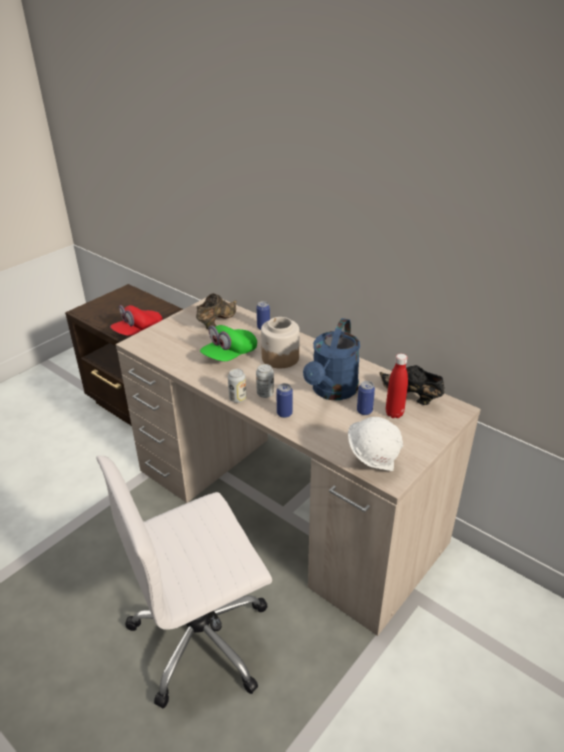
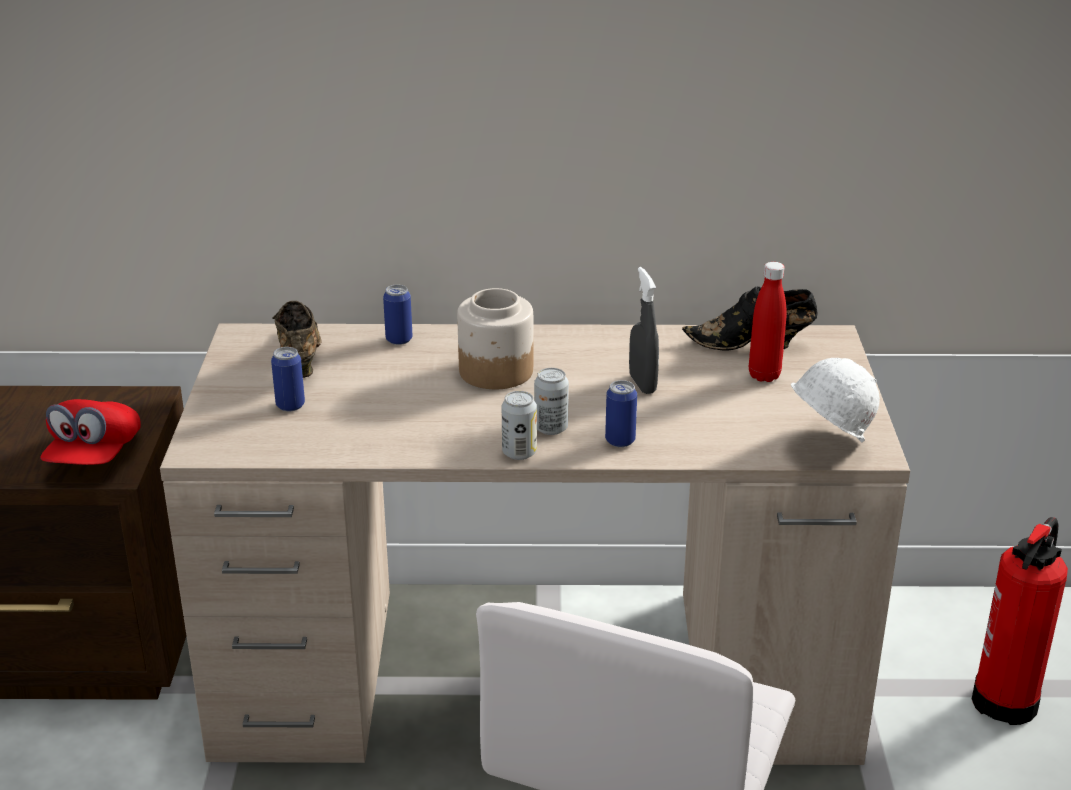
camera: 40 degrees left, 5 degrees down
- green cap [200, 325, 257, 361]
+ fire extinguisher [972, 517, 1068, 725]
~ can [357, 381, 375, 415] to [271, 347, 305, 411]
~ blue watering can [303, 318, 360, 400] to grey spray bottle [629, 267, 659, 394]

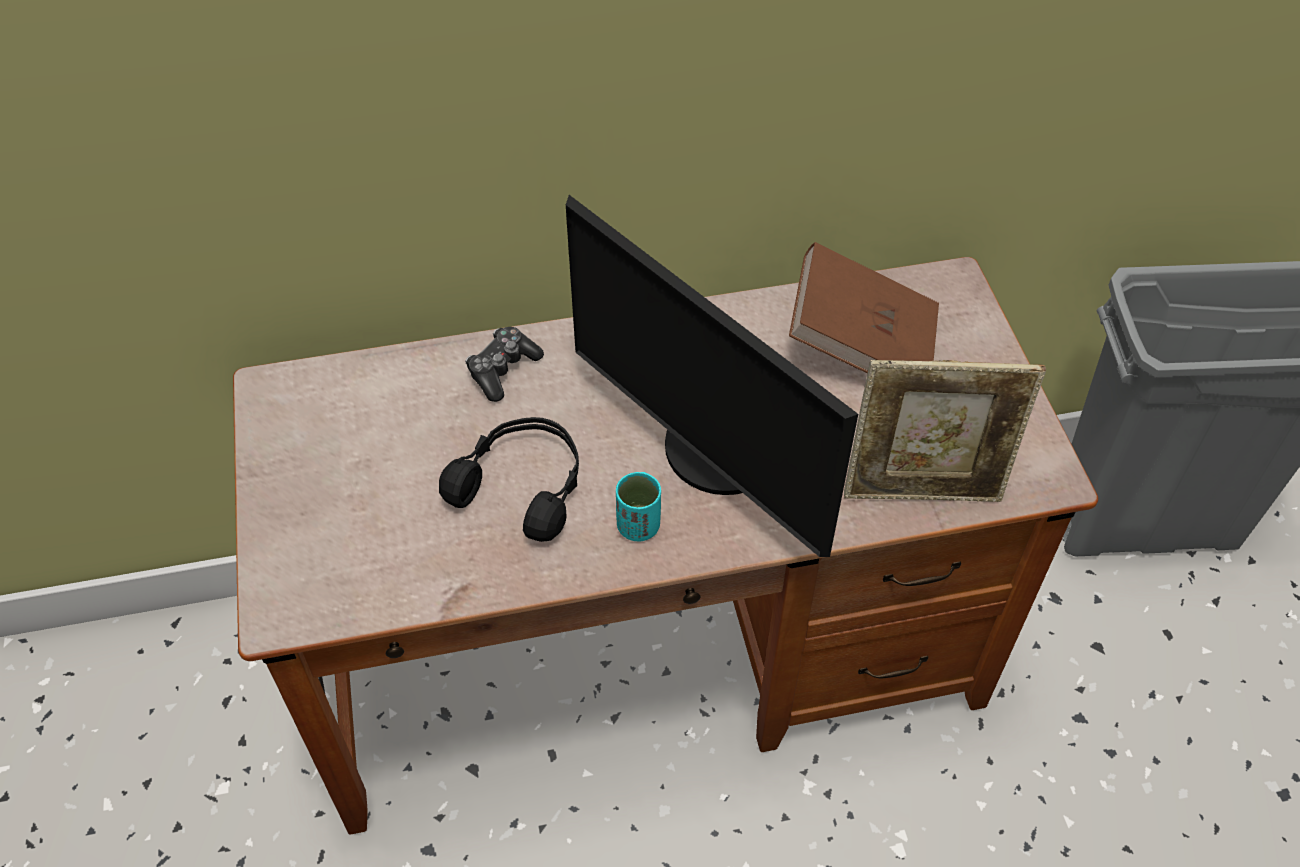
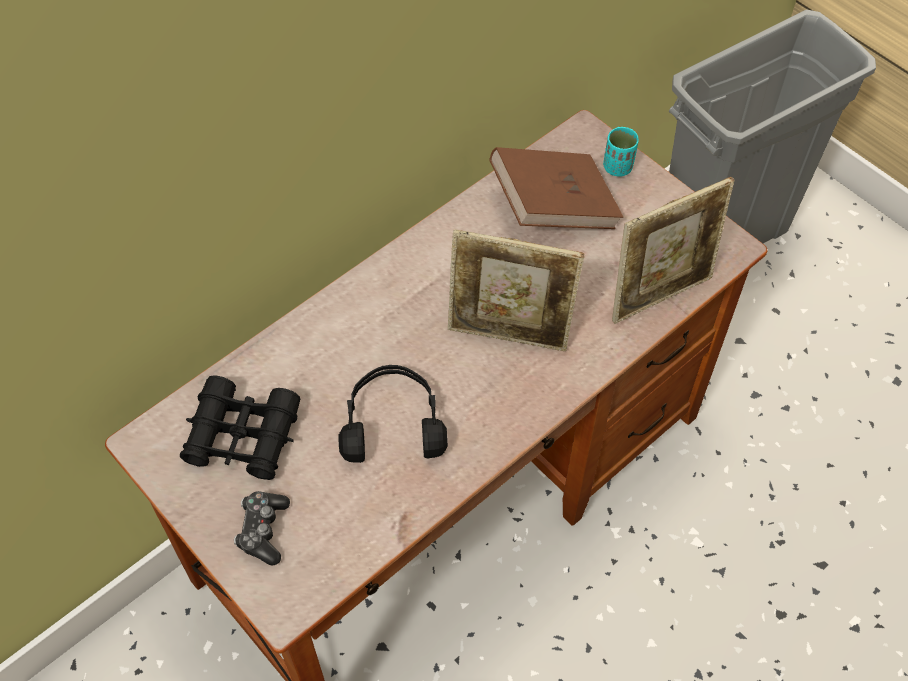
camera: 30 degrees left, 5 degrees up
+ black binoculars [180, 375, 300, 480]
~ game controller [465, 327, 544, 402] to [234, 491, 290, 566]
~ turquoise cup [616, 472, 661, 541] to [603, 127, 639, 177]
~ monitor [566, 195, 858, 557] to picture frame [448, 229, 584, 351]

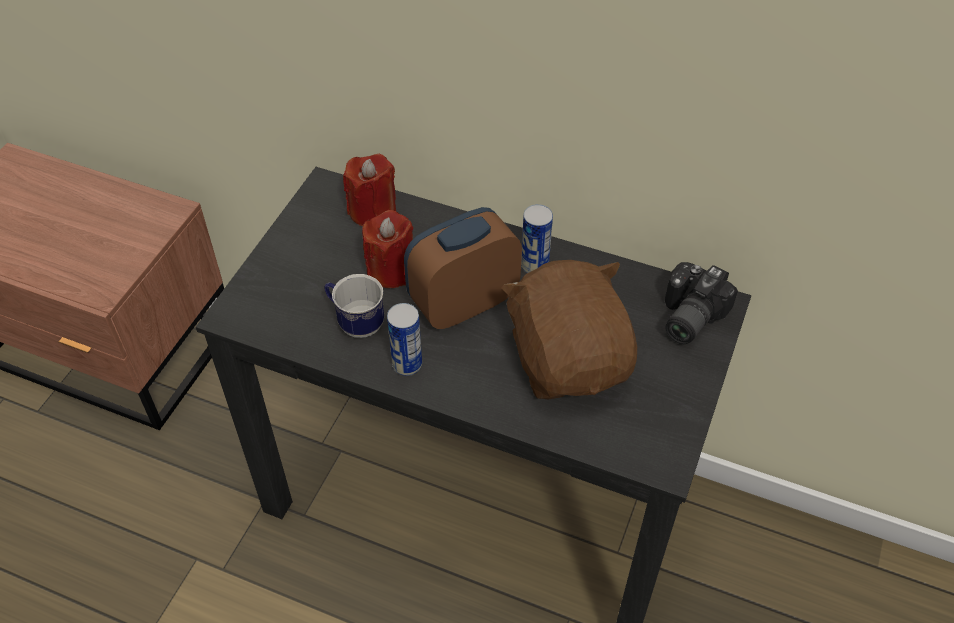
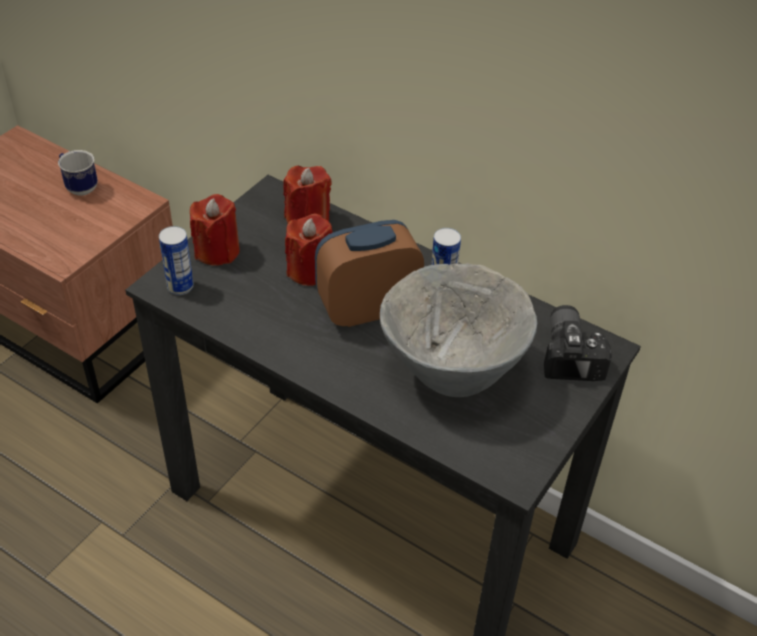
camera: 10 degrees right, 5 degrees down
+ red candle [190, 194, 240, 266]
~ mug [324, 274, 384, 338] to [58, 150, 98, 196]
~ can [387, 303, 422, 376] to [159, 226, 194, 295]
~ brown plush toy [502, 260, 637, 399] to grey bowl [380, 263, 537, 397]
~ photo camera [665, 262, 738, 344] = [544, 305, 612, 381] 135 degrees clockwise

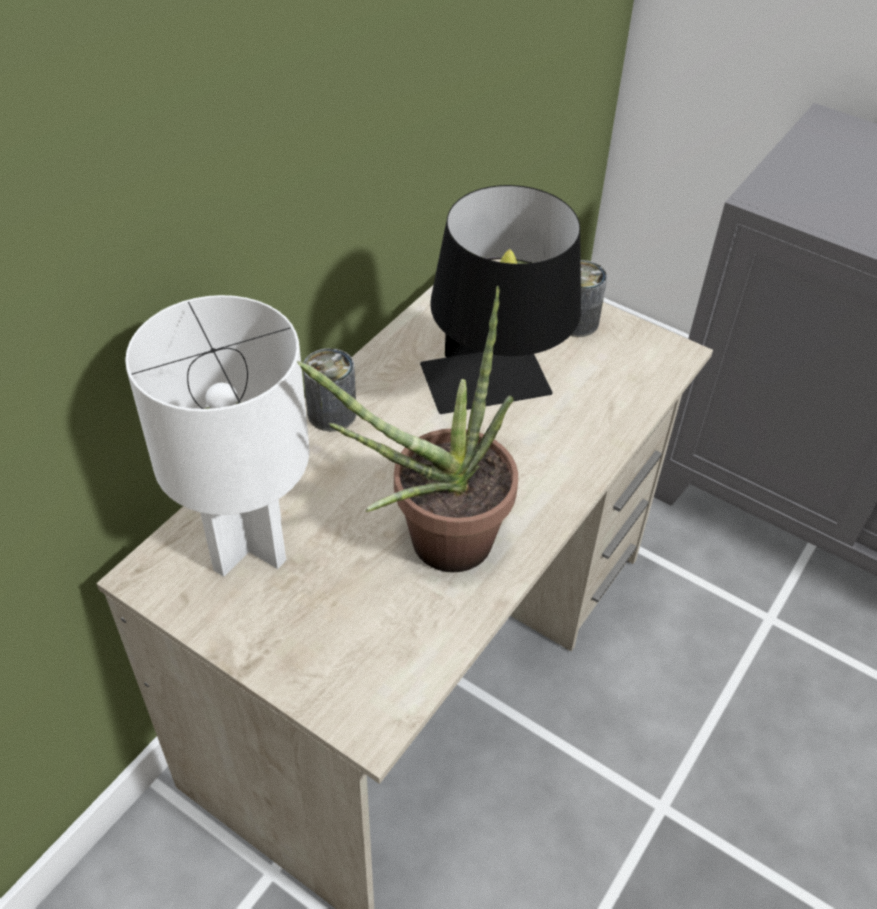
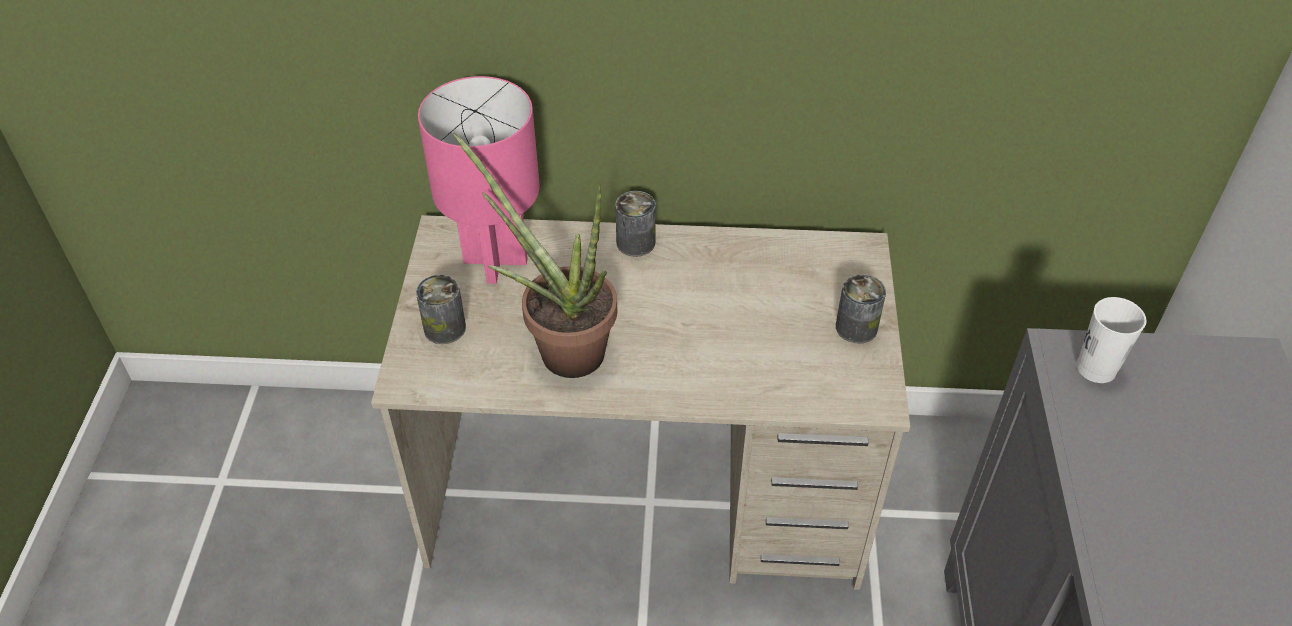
camera: 60 degrees right, 0 degrees up
- black table lamp [420, 185, 581, 414]
+ can [416, 275, 466, 344]
+ white cup [1077, 297, 1147, 383]
~ white table lamp [125, 295, 310, 577] to pink table lamp [418, 76, 539, 284]

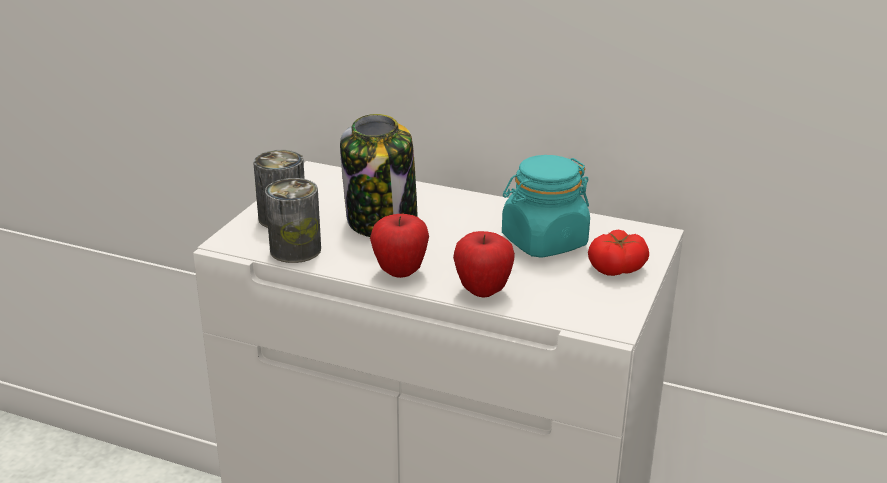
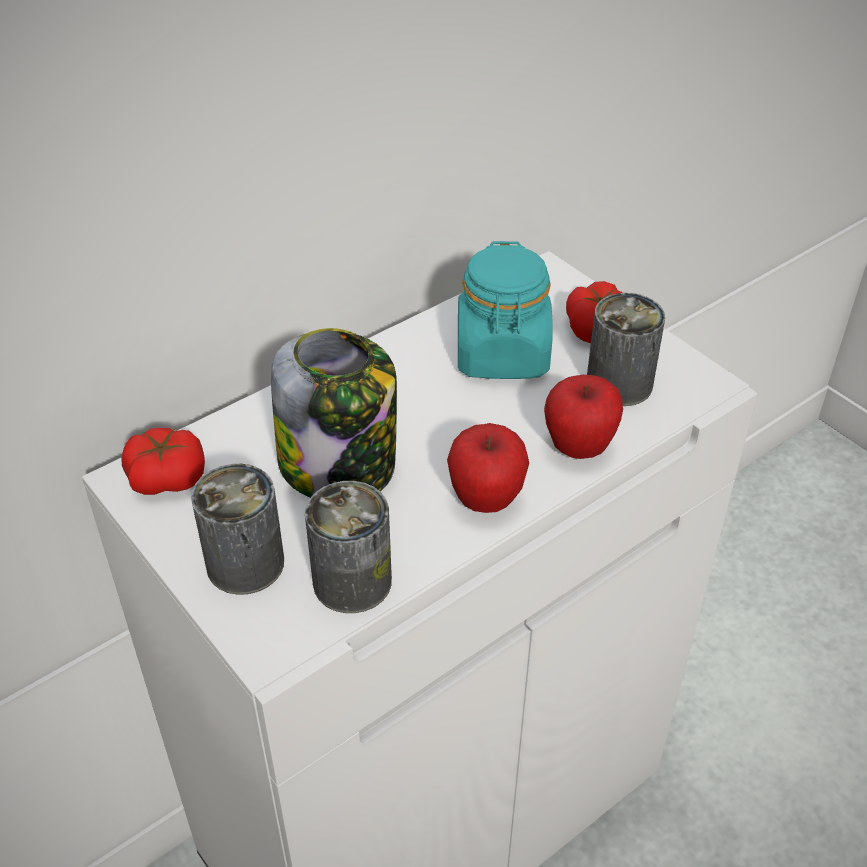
camera: 60 degrees left, 15 degrees up
+ tomato [121, 428, 205, 495]
+ can [587, 293, 665, 406]

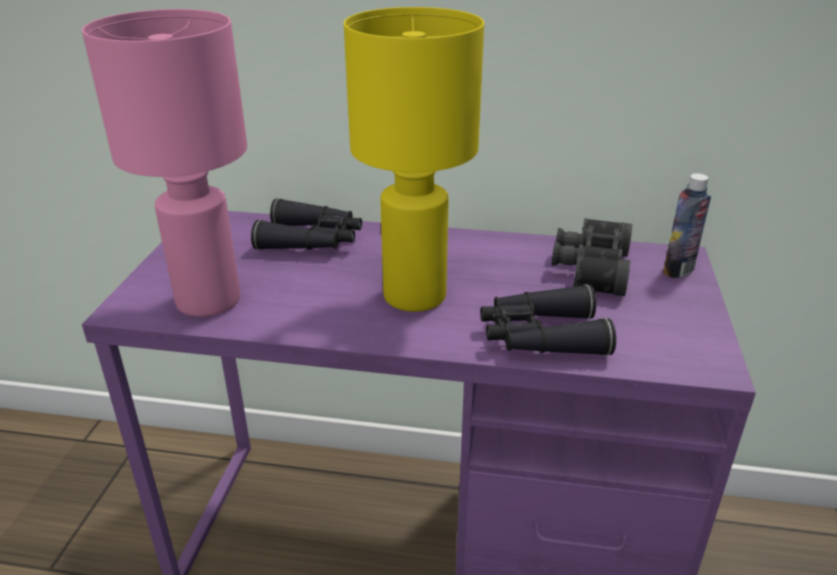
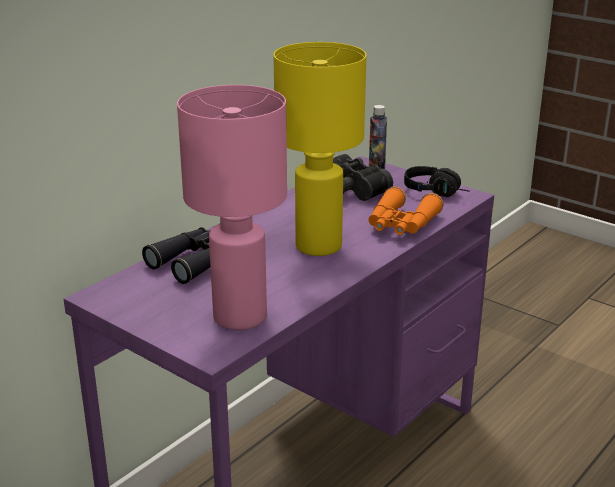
camera: 60 degrees left, 5 degrees down
+ black headphones [404, 166, 470, 197]
~ black binoculars [480, 284, 616, 356] to orange binoculars [368, 186, 444, 235]

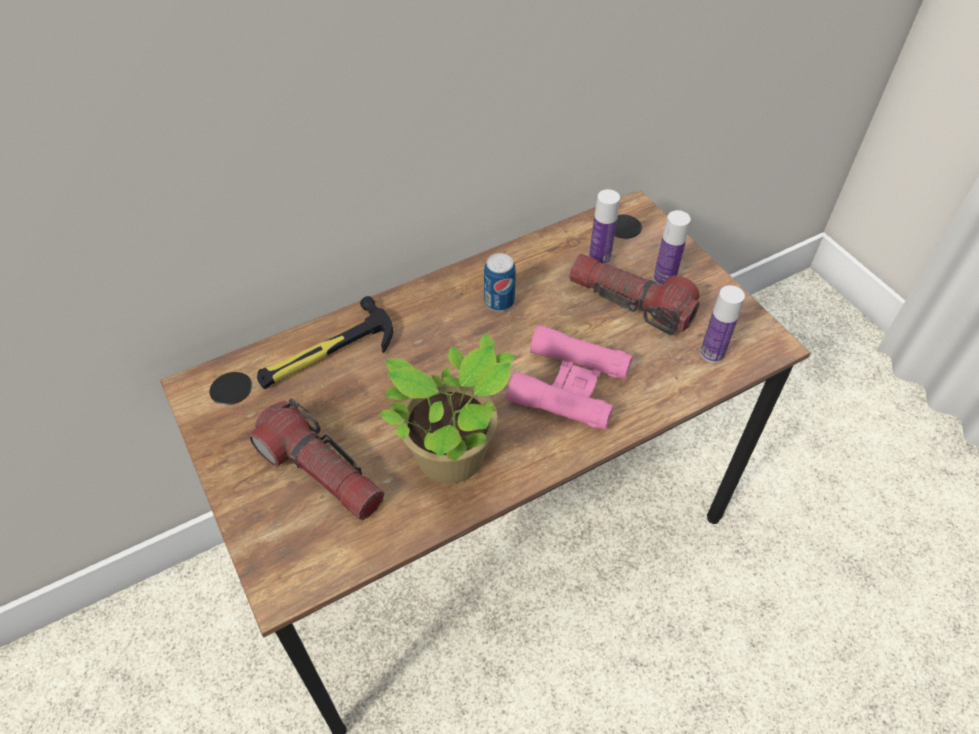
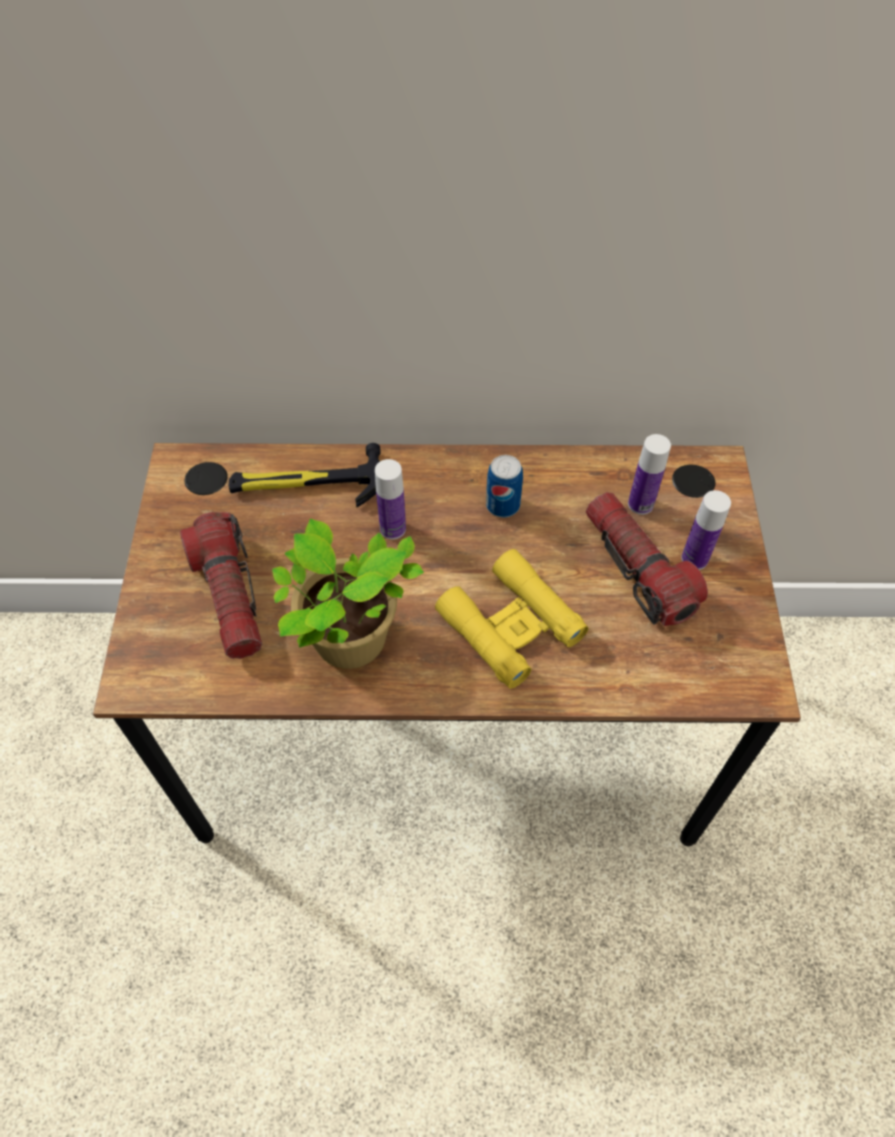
camera: 30 degrees right, 5 degrees up
~ bottle [700, 285, 745, 363] to [375, 459, 406, 540]
~ pink binoculars [506, 325, 632, 430] to yellow binoculars [435, 549, 589, 689]

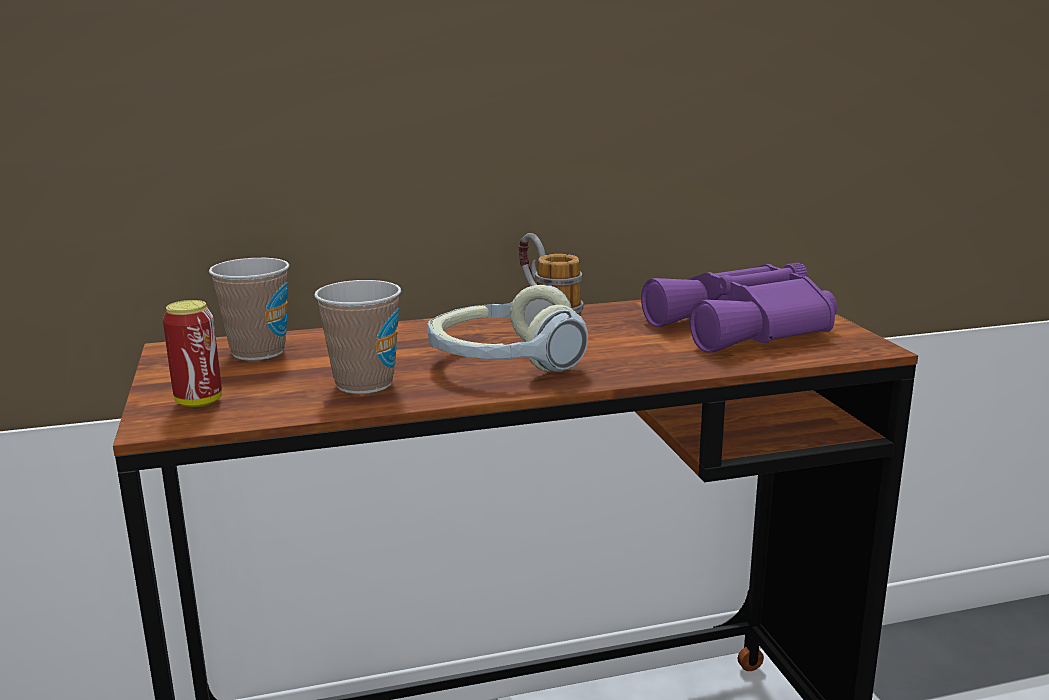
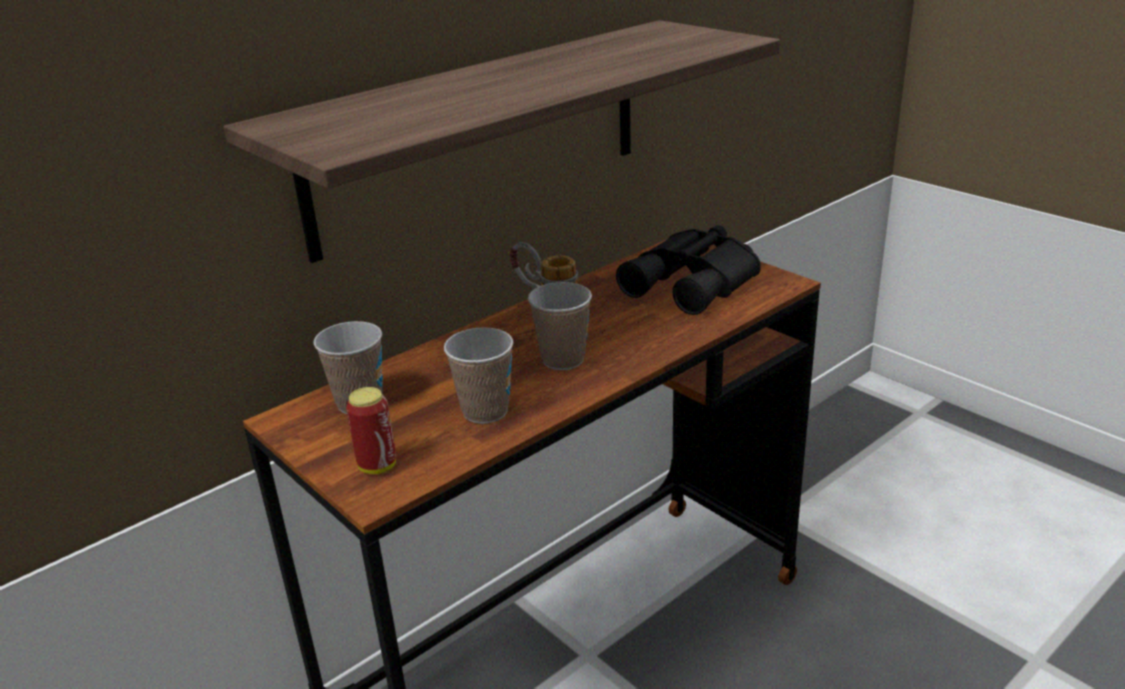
camera: 25 degrees left, 10 degrees up
+ shelf [224, 20, 780, 263]
~ headphones [427, 284, 588, 372] to cup [528, 282, 592, 370]
~ purple binoculars [641, 263, 837, 353] to black binoculars [616, 225, 761, 315]

